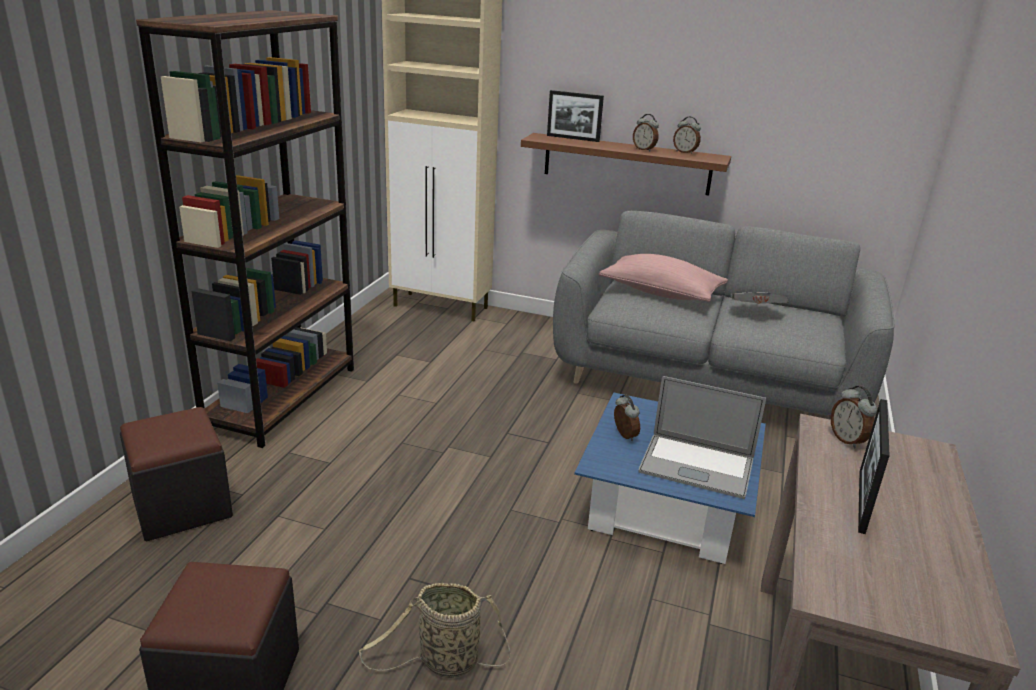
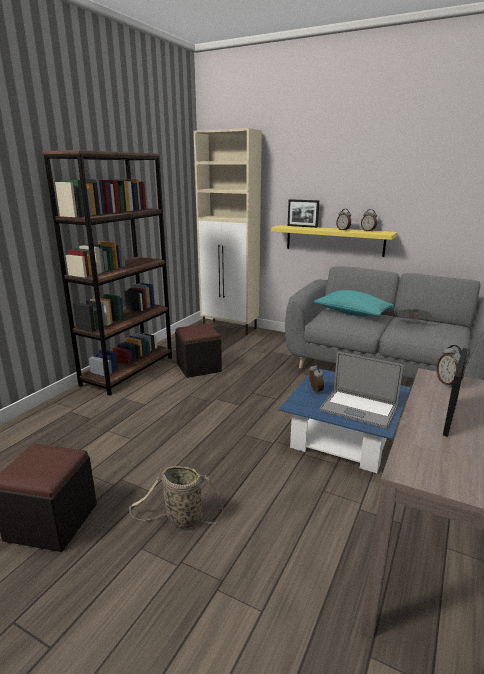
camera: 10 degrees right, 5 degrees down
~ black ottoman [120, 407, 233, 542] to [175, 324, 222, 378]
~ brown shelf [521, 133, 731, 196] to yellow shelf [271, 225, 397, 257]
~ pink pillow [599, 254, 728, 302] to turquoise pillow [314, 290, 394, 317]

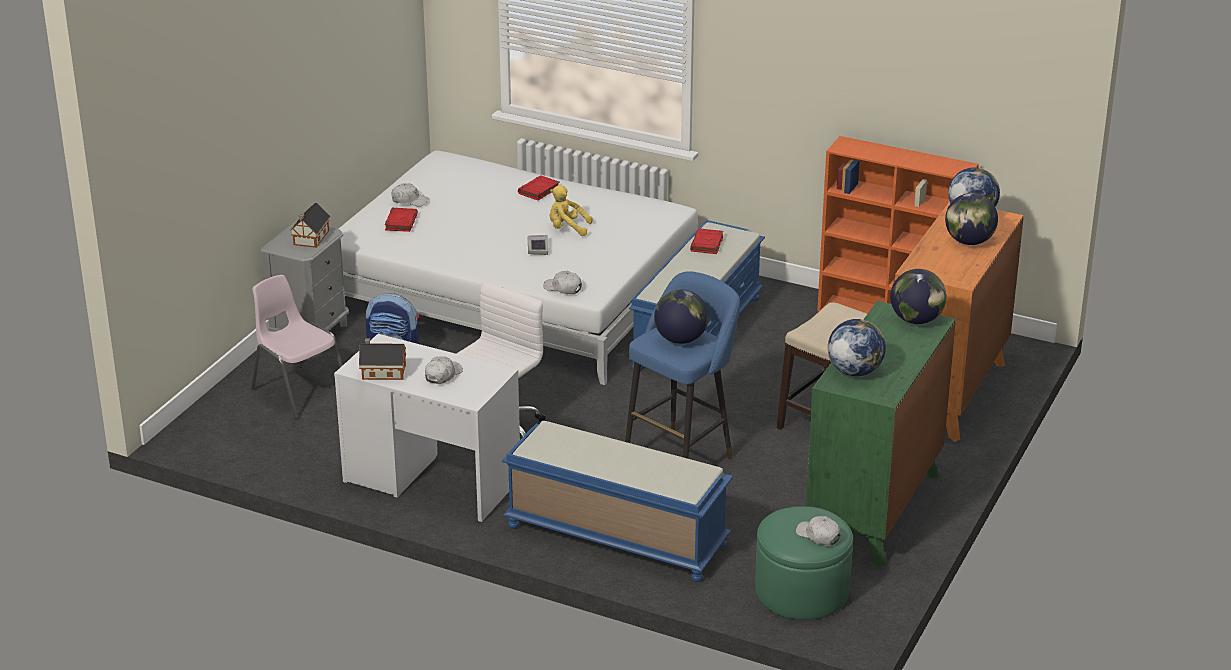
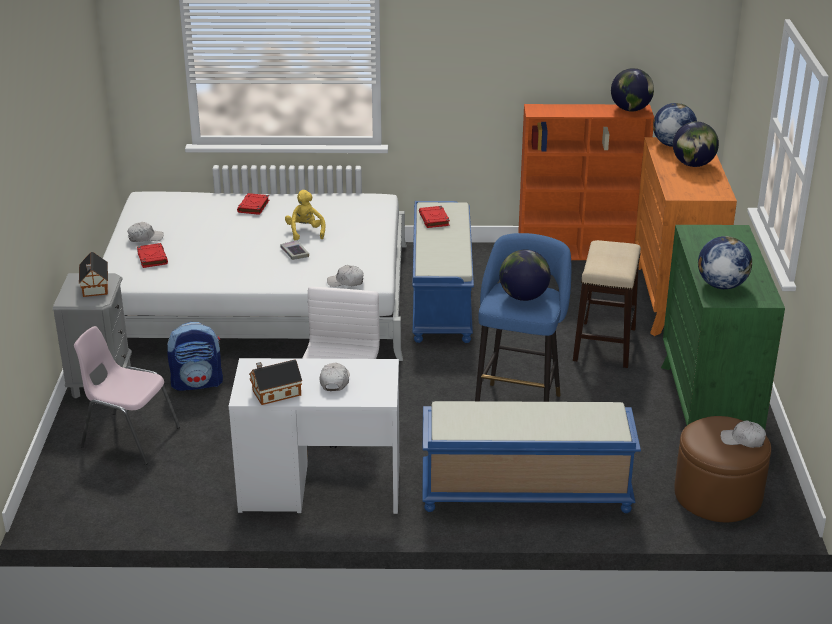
camera: 25 degrees left, 0 degrees up
~ globe [890, 269, 946, 324] to [611, 68, 654, 112]
~ green ottoman [755, 506, 853, 620] to brown ottoman [674, 416, 771, 522]
~ yellow plush toy [549, 185, 592, 236] = [285, 190, 326, 240] 90 degrees clockwise

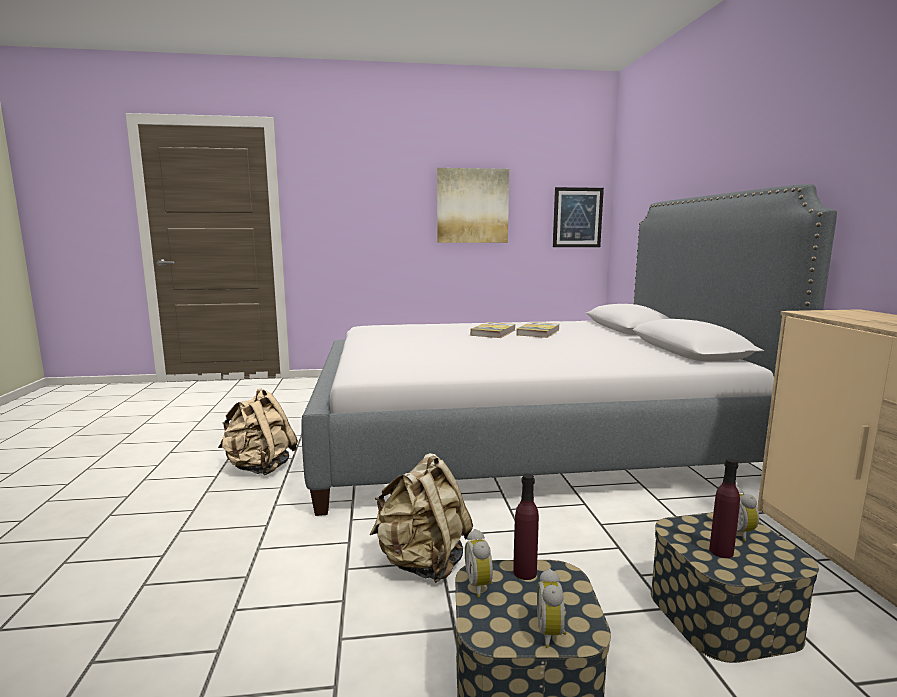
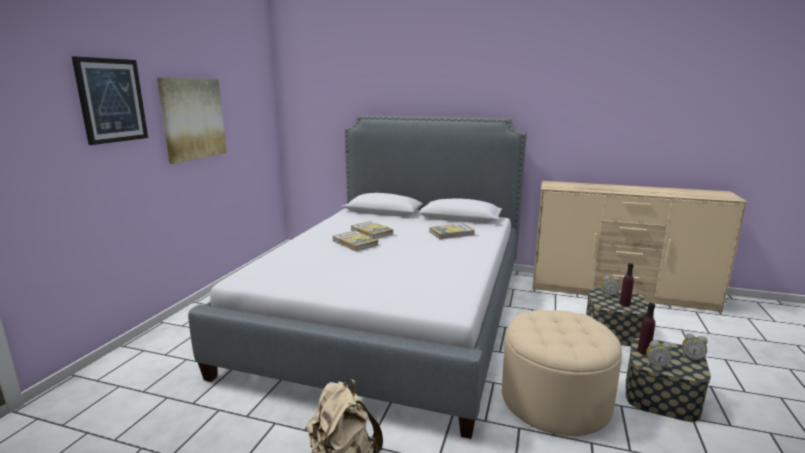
camera: 65 degrees left, 5 degrees up
+ book [429, 223, 475, 239]
~ picture [553, 187, 604, 247] to [72, 56, 148, 145]
~ beige backpack [370, 453, 473, 583] to beige ottoman [502, 310, 622, 436]

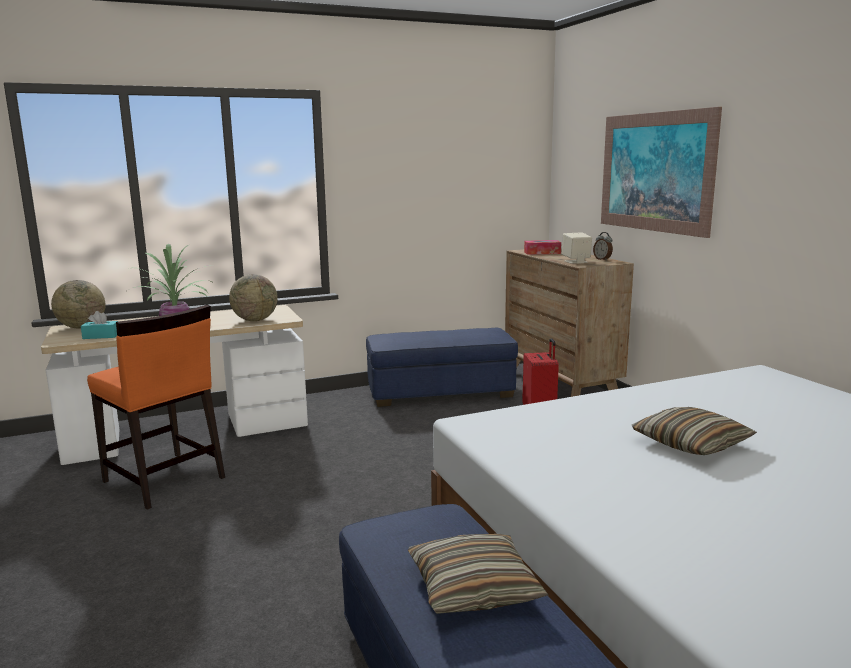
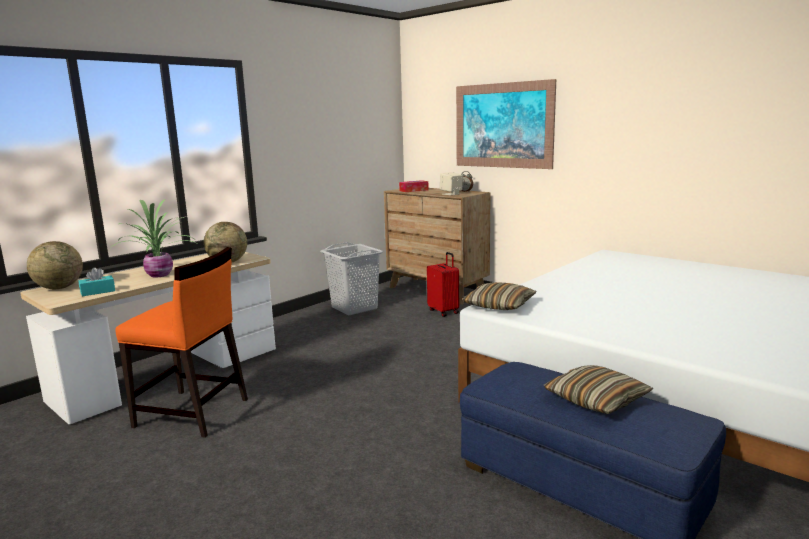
camera: 25 degrees left, 0 degrees up
~ pillow [632, 407, 757, 455] to [463, 282, 537, 310]
~ blue ottoman [366, 328, 518, 407] to grey laundry basket [320, 242, 384, 315]

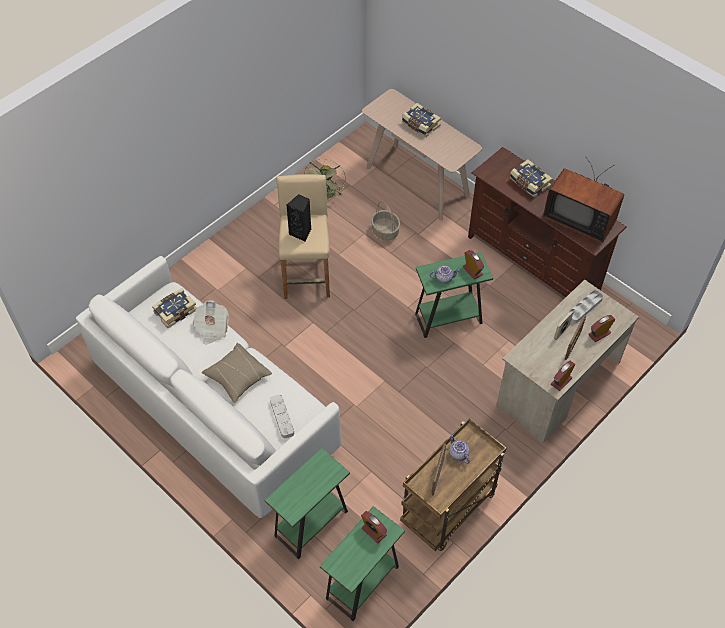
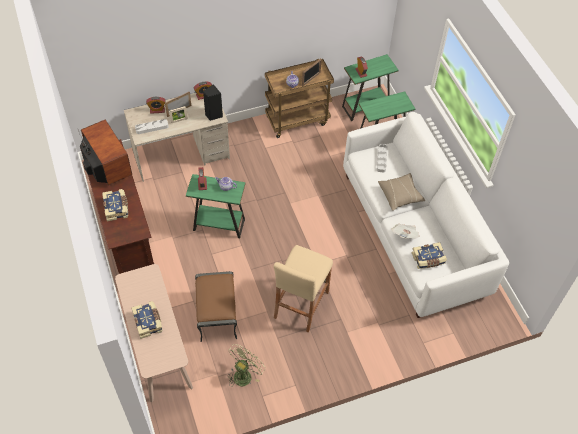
camera: 155 degrees left, 0 degrees up
~ black speaker [287, 194, 311, 241] to [203, 84, 223, 121]
~ basket [371, 201, 400, 240] to brown ottoman [195, 271, 237, 342]

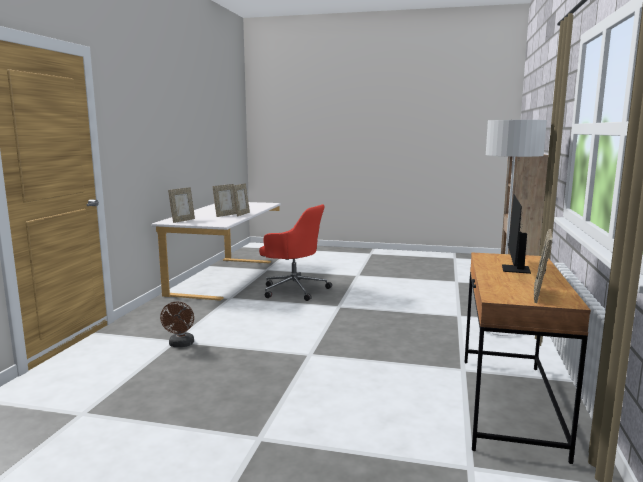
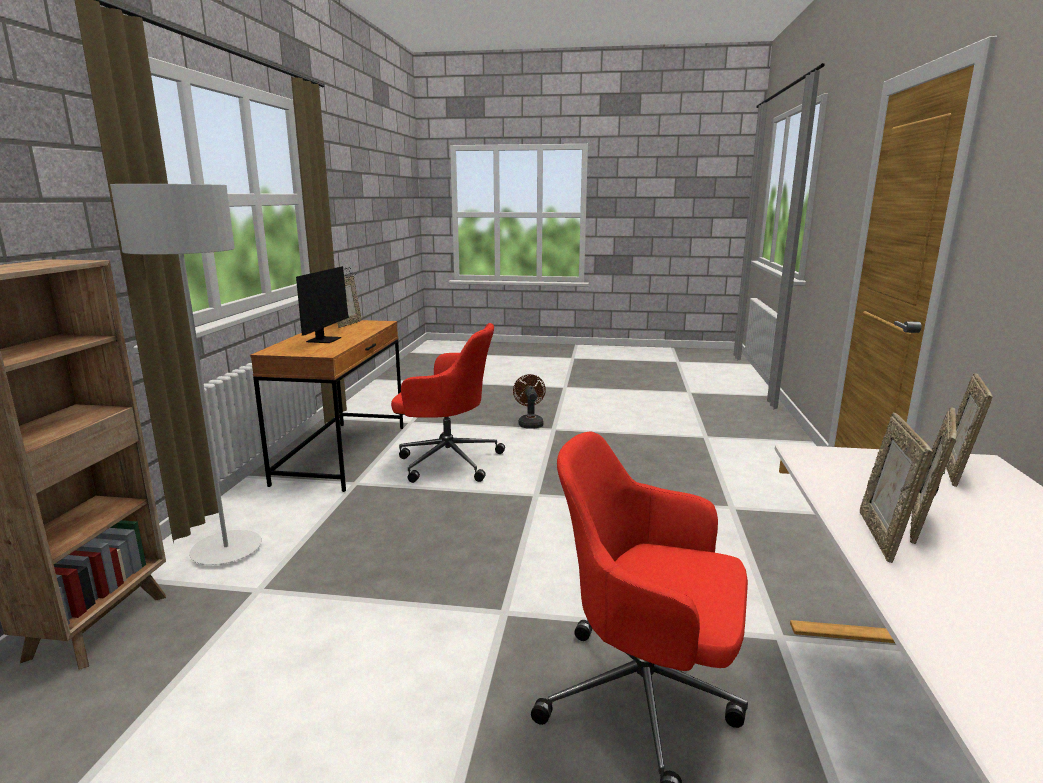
camera: 175 degrees right, 5 degrees up
+ red office chair [391, 323, 505, 483]
~ brown fan [160, 301, 194, 347] to [513, 374, 546, 429]

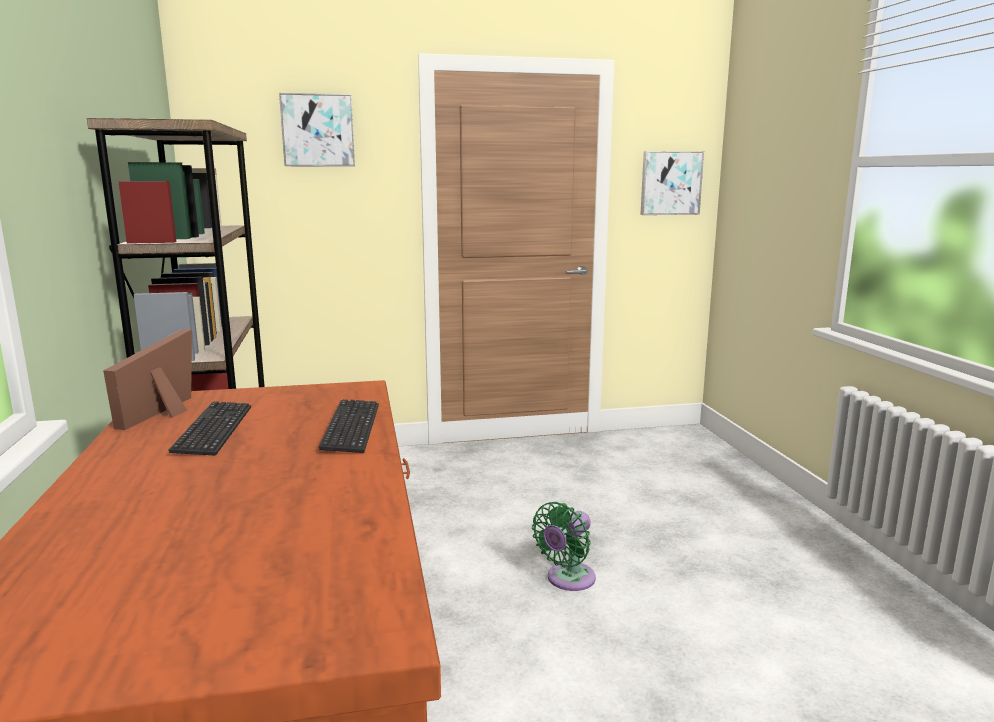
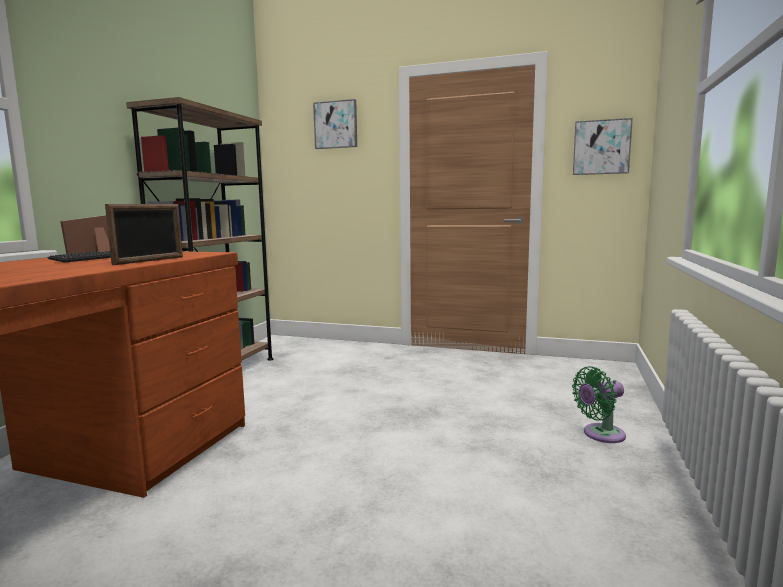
camera: 30 degrees right, 5 degrees down
~ green fan [532, 502, 596, 591] to [572, 366, 626, 443]
~ keyboard [319, 399, 379, 453] to picture frame [105, 204, 183, 265]

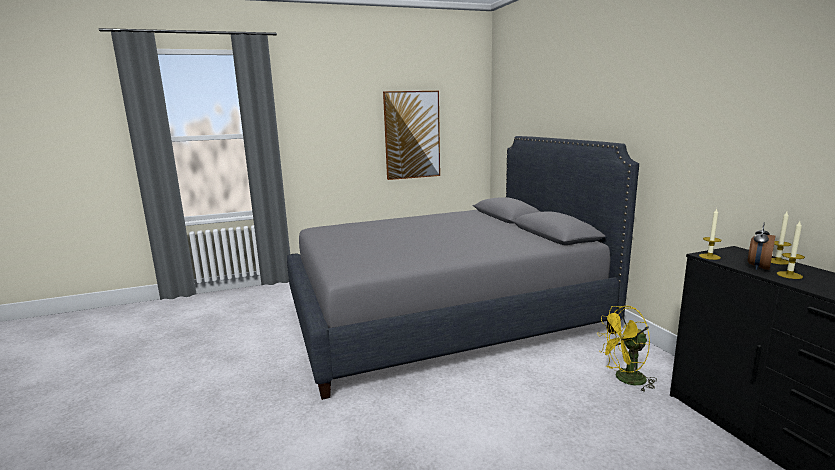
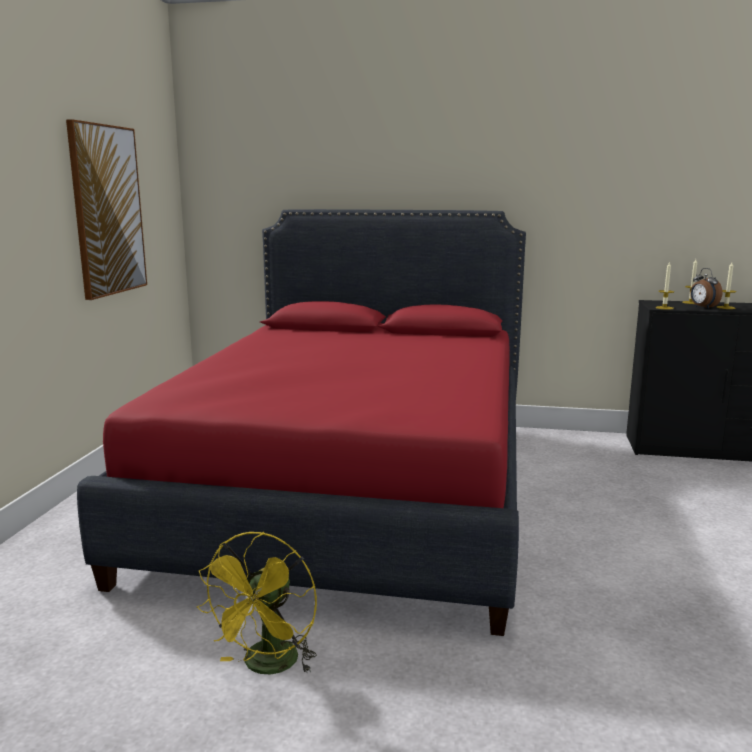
camera: 60 degrees left, 0 degrees up
~ yellow fan [597, 306, 657, 392] to [197, 532, 317, 675]
~ grey bed [287, 136, 639, 400] to red bed [77, 209, 526, 636]

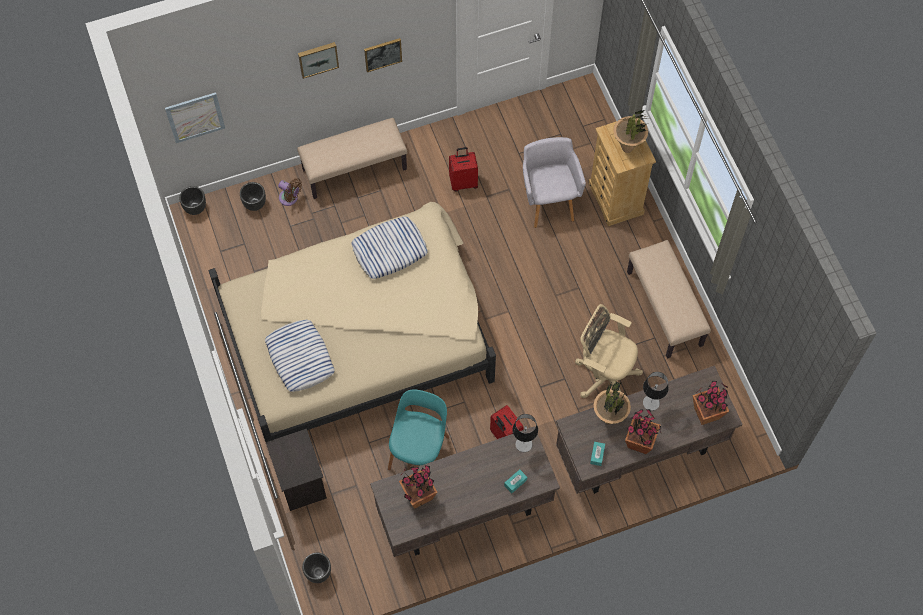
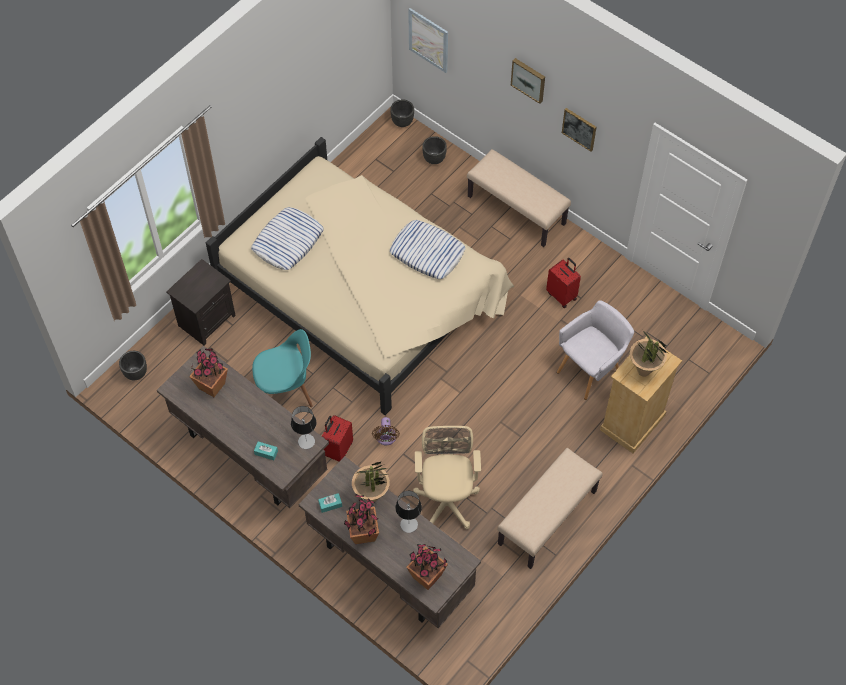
camera: 60 degrees right, 5 degrees down
~ brown fan [278, 178, 302, 206] to [372, 417, 400, 445]

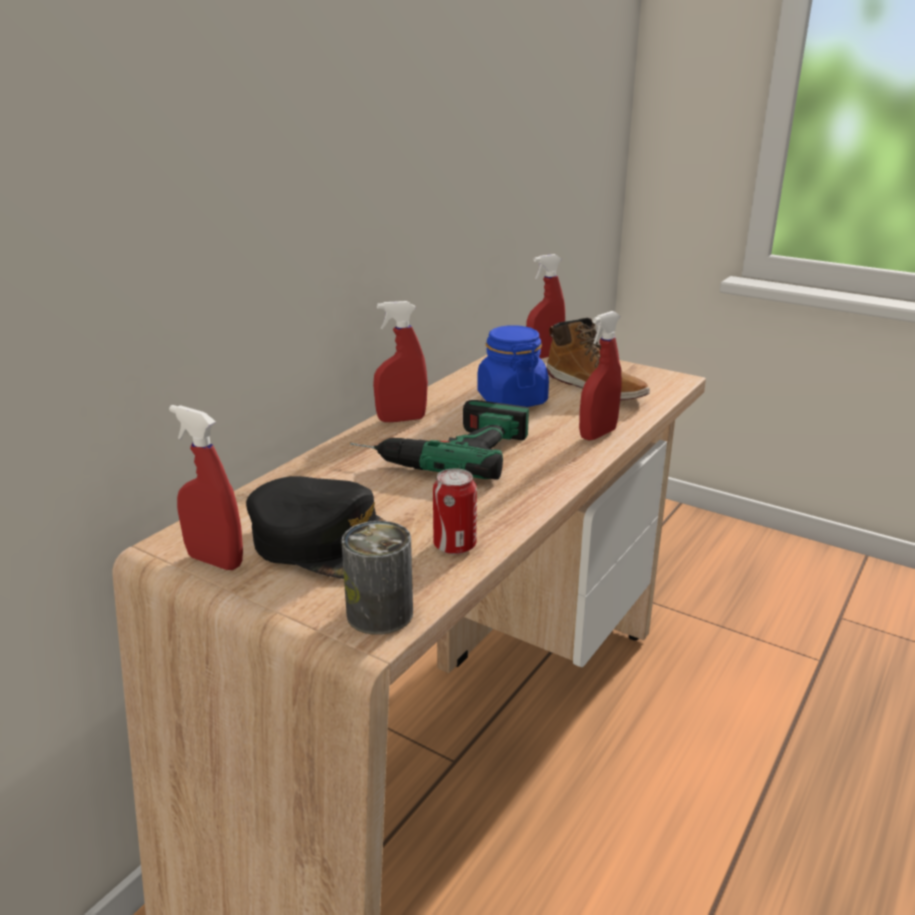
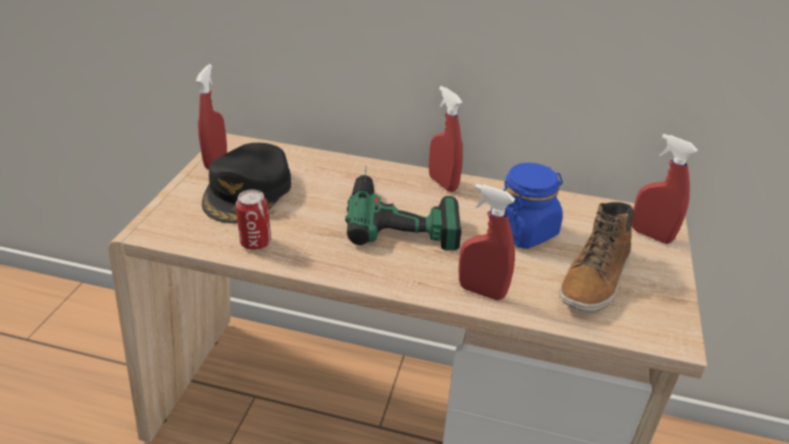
camera: 70 degrees right, 10 degrees up
- can [341, 521, 413, 635]

